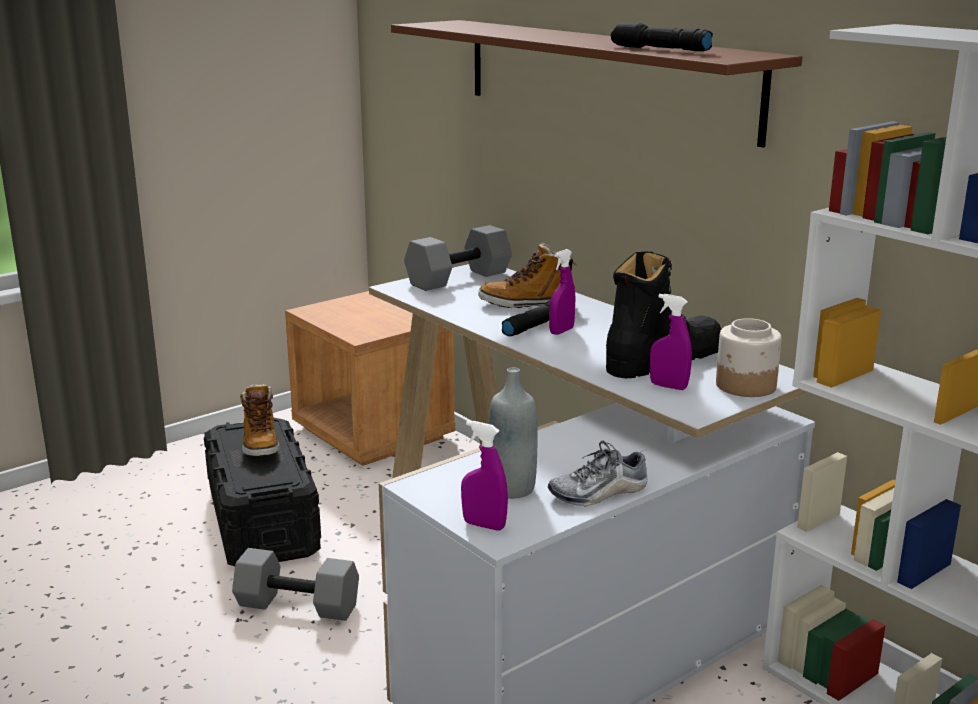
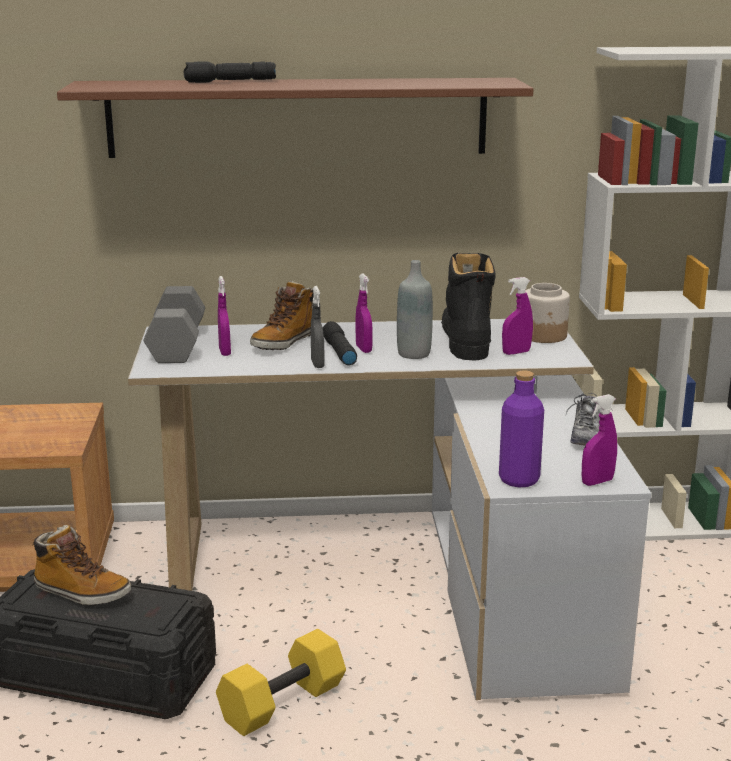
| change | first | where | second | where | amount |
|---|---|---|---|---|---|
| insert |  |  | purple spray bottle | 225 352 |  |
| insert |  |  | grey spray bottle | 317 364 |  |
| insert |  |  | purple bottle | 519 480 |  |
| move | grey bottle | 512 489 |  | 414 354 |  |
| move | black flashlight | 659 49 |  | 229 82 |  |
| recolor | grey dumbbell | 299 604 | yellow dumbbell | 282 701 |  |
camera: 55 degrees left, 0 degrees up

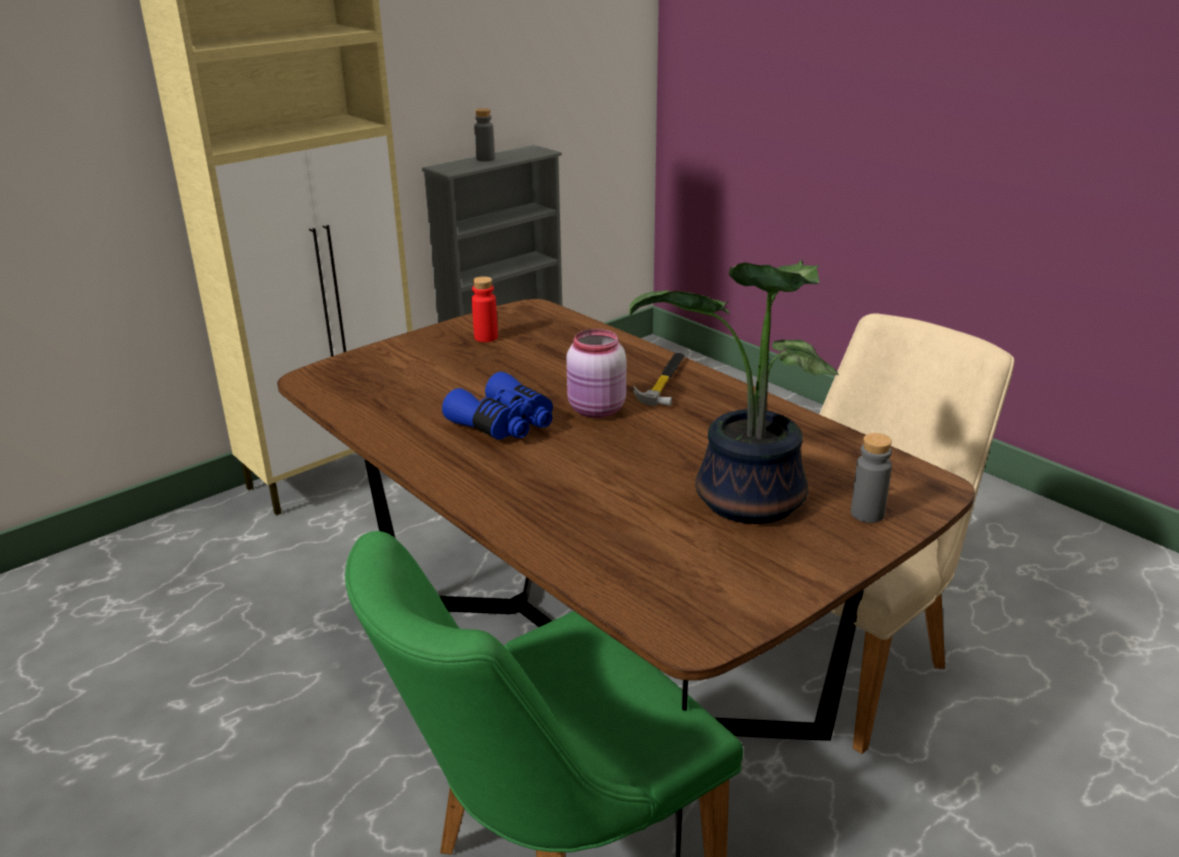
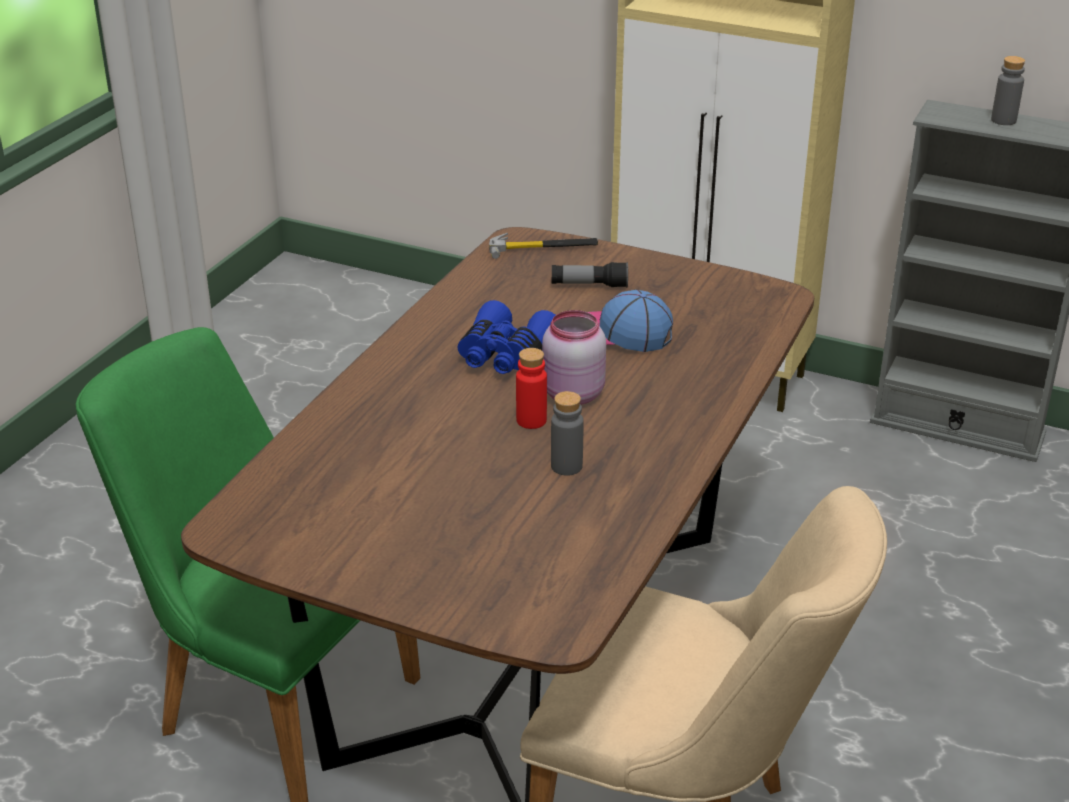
| change | first | where | second | where | amount |
|---|---|---|---|---|---|
| delete | potted plant | 746 502 |  |  |  |
| insert |  |  | flashlight | 589 285 |  |
| insert |  |  | cap | 621 333 |  |
| move | red bottle | 486 337 |  | 531 420 |  |
| move | hammer | 664 381 |  | 543 247 |  |
| move | grey bottle | 867 514 |  | 566 466 |  |
camera: 65 degrees right, 5 degrees up

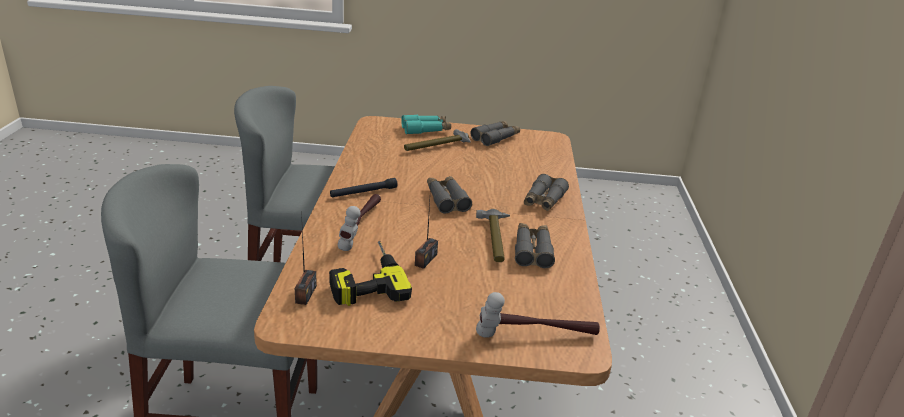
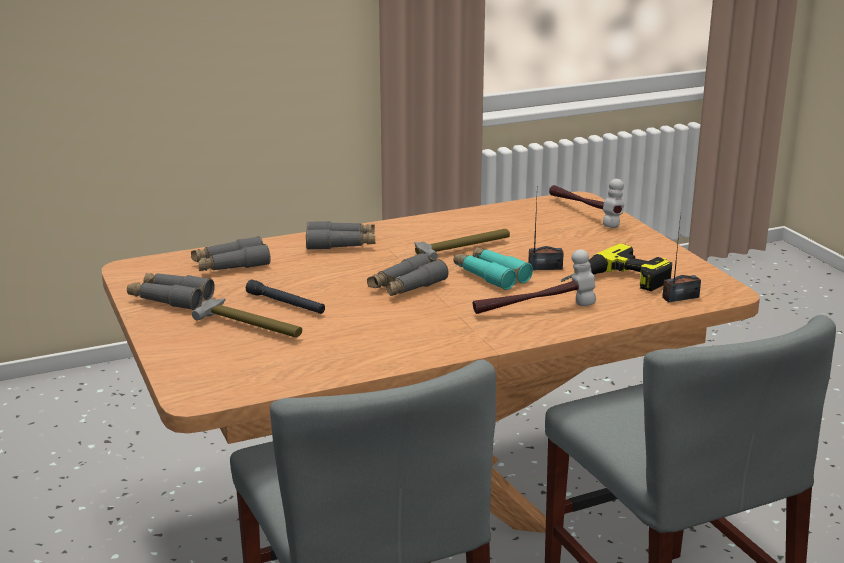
| change | first | where | second | where | amount |
|---|---|---|---|---|---|
| move | black flashlight | 363 192 |  | 286 304 |  |
| move | turquoise binoculars | 426 130 |  | 491 275 |  |
| move | grey binoculars | 532 250 |  | 230 265 |  |
camera: 115 degrees left, 5 degrees down

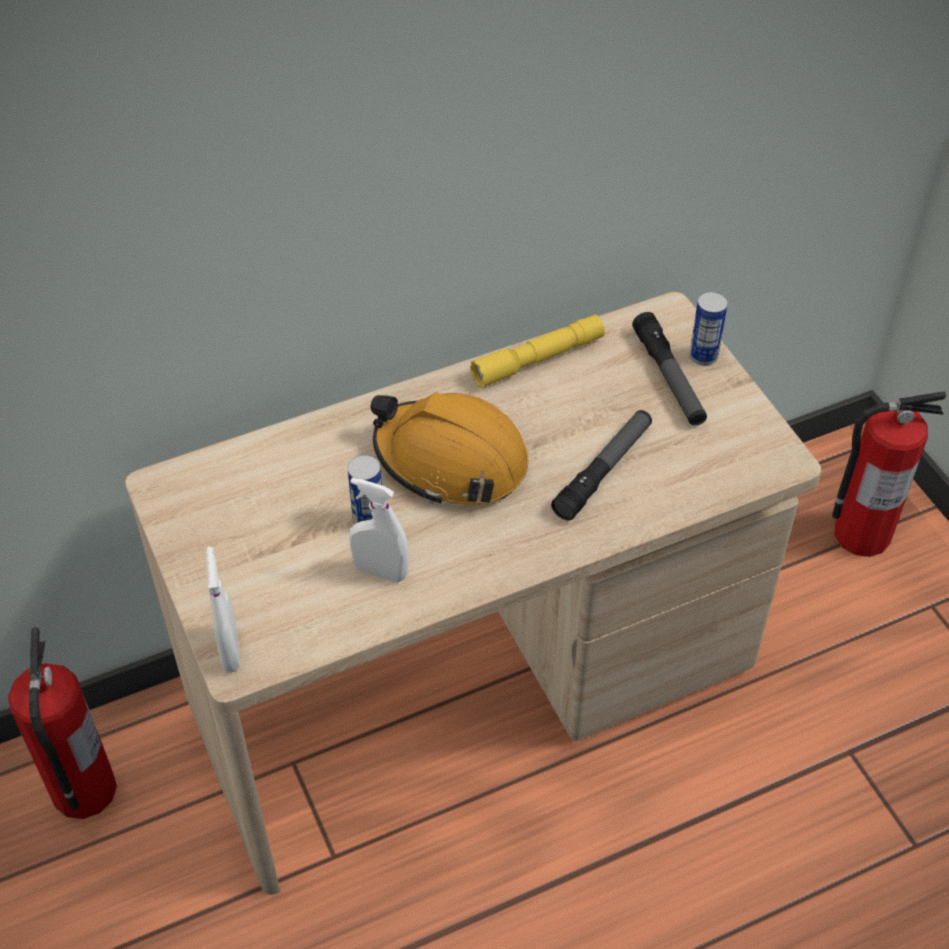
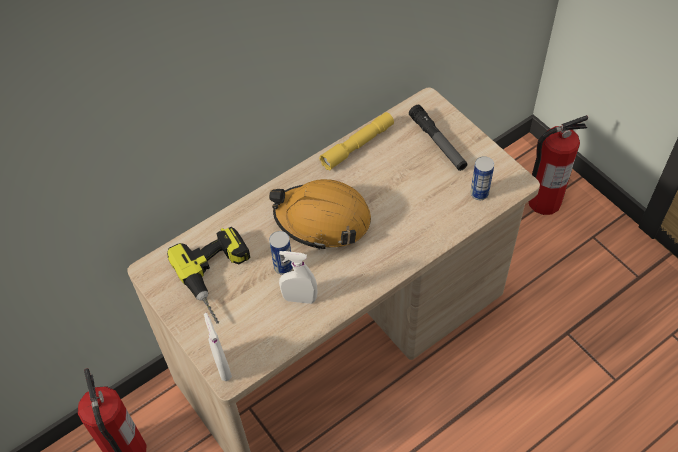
| change | first | where | second | where | amount |
|---|---|---|---|---|---|
| delete | flashlight | 603 470 |  |  |  |
| insert |  |  | power drill | 220 278 |  |
| move | can | 703 356 |  | 479 193 |  |
camera: 10 degrees left, 5 degrees up

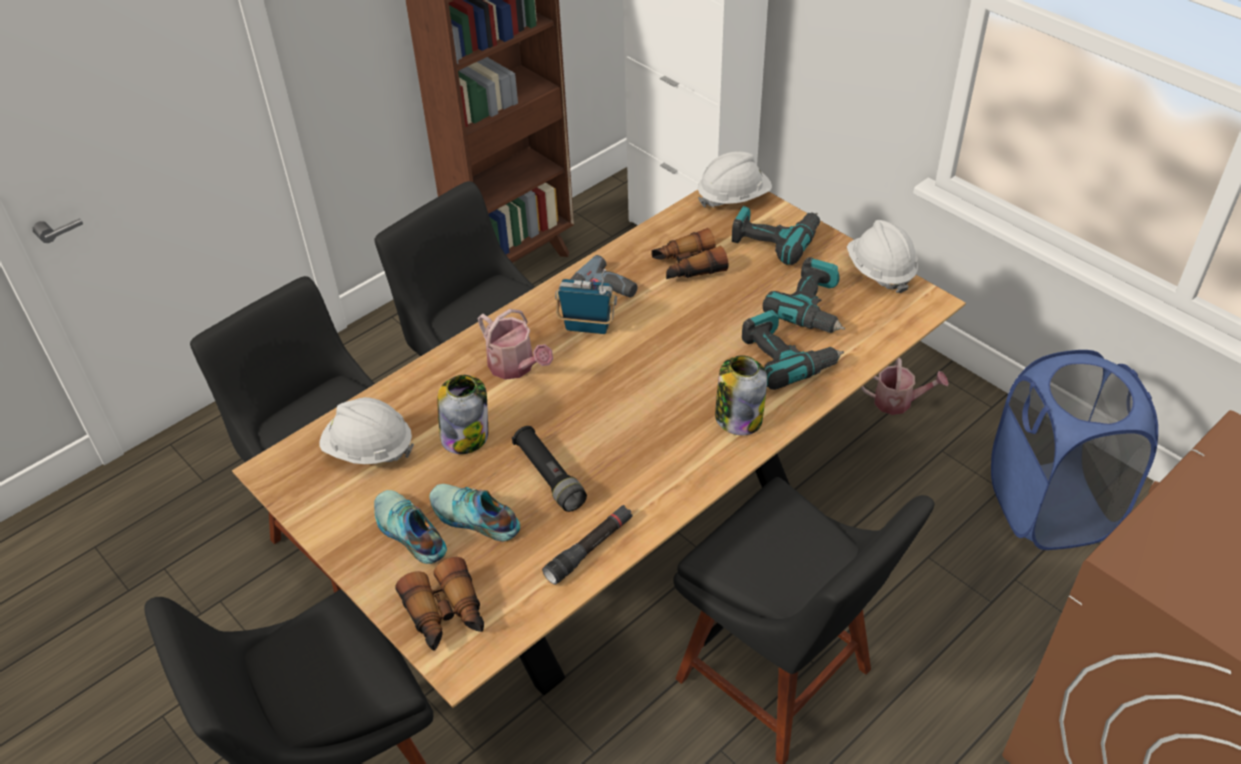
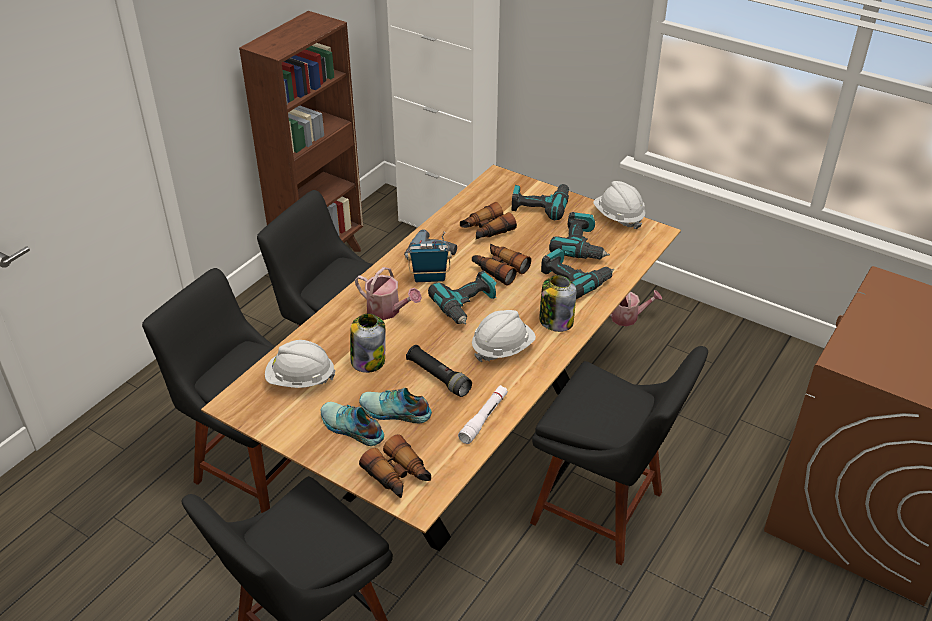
| change | first | where | second | where | amount |
|---|---|---|---|---|---|
| delete | blue laundry basket | 1049 507 |  |  |  |
| insert |  |  | power drill | 467 306 |  |
| insert |  |  | binoculars | 499 269 |  |
| move | white hard hat | 733 198 |  | 502 348 |  |
| recolor | black flashlight | 589 549 | white flashlight | 484 418 |  |
camera: 15 degrees left, 5 degrees down

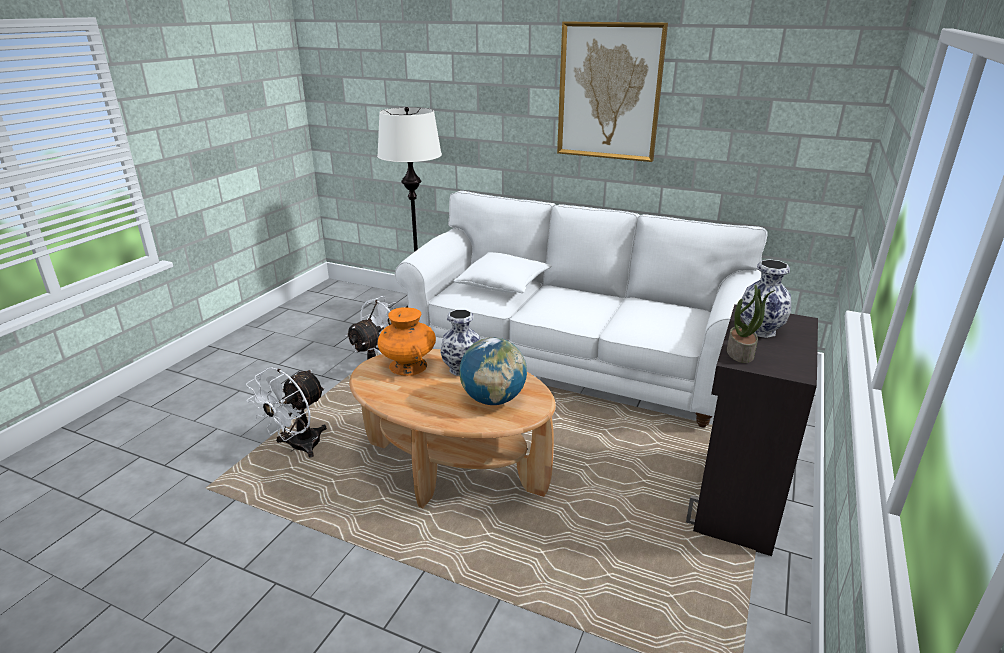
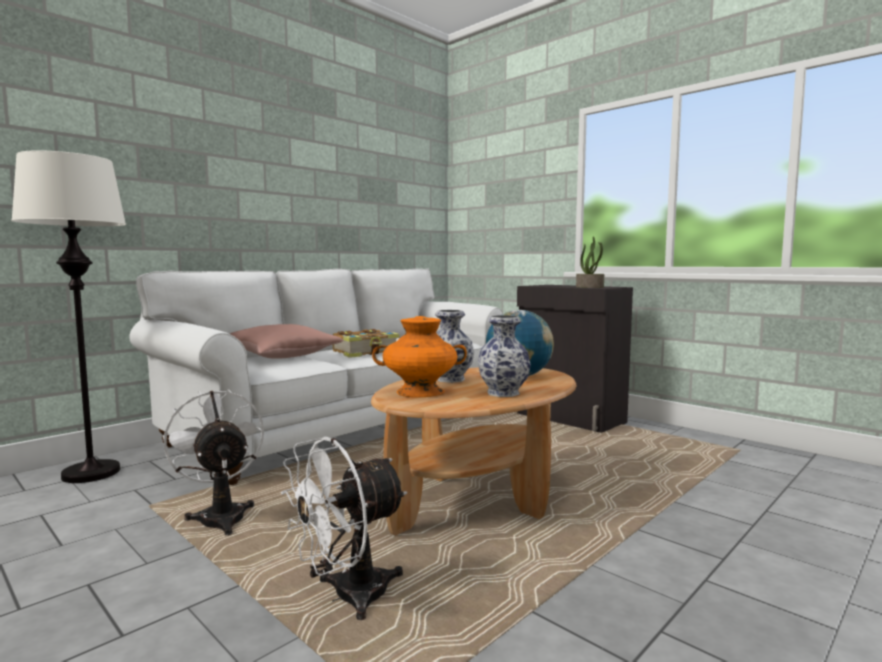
| change | first | where | second | where | amount |
|---|---|---|---|---|---|
| delete | picture | 609 92 |  |  |  |
| insert |  |  | book | 366 353 |  |
| move | vase | 759 330 |  | 503 393 |  |
| recolor | white pillow | 504 285 | pink pillow | 282 356 |  |
| rotate | white fan | 298 447 |  | 347 597 | 90 degrees clockwise |
camera: 70 degrees left, 20 degrees down

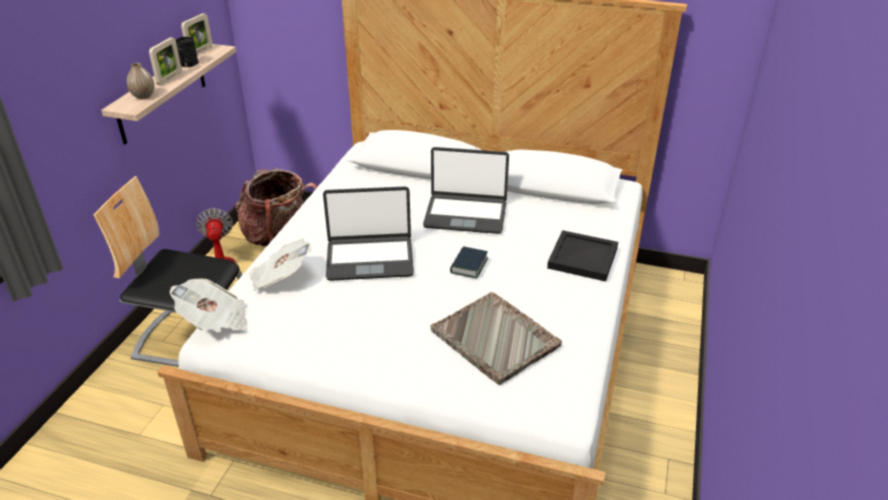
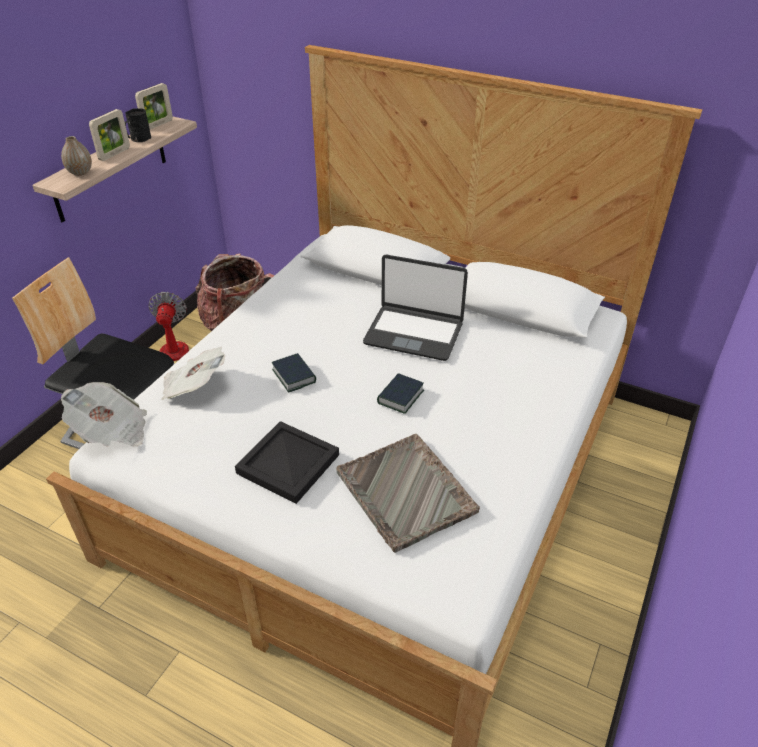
| change | first | where | second | where | amount |
|---|---|---|---|---|---|
| move | black tray | 583 259 |  | 288 465 |  |
| replace | laptop | 370 259 | book | 294 376 |  |
camera: 10 degrees right, 5 degrees up

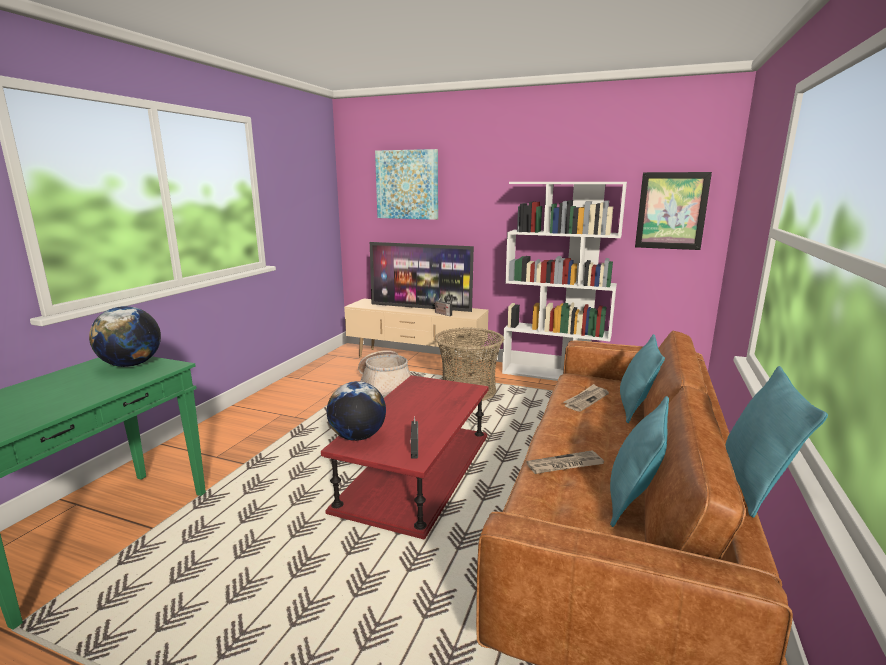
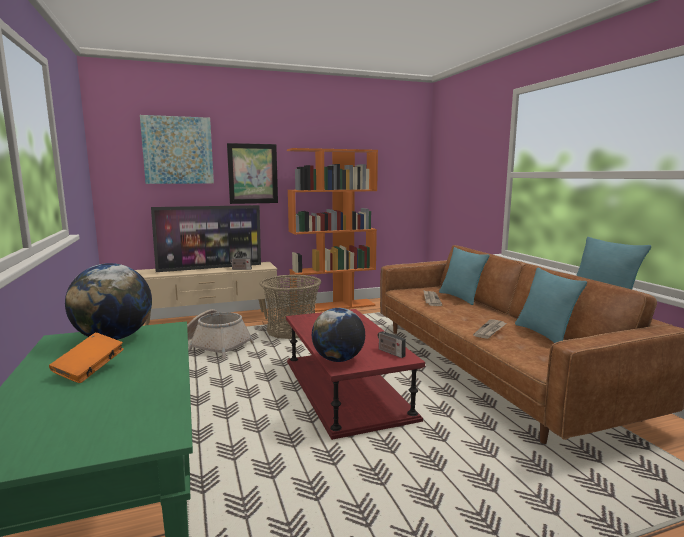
| change | first | where | second | where | amount |
|---|---|---|---|---|---|
| insert |  |  | orange book | 89 370 |  |
| move | picture | 671 211 |  | 253 173 |  |
| recolor | white bookcase | 554 375 | orange bookcase | 333 306 |  |
camera: 40 degrees left, 5 degrees down

